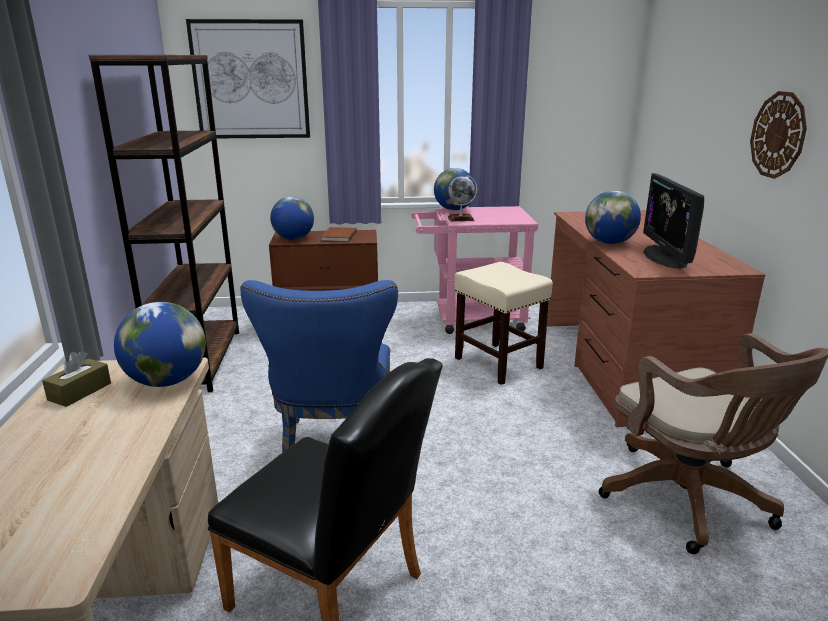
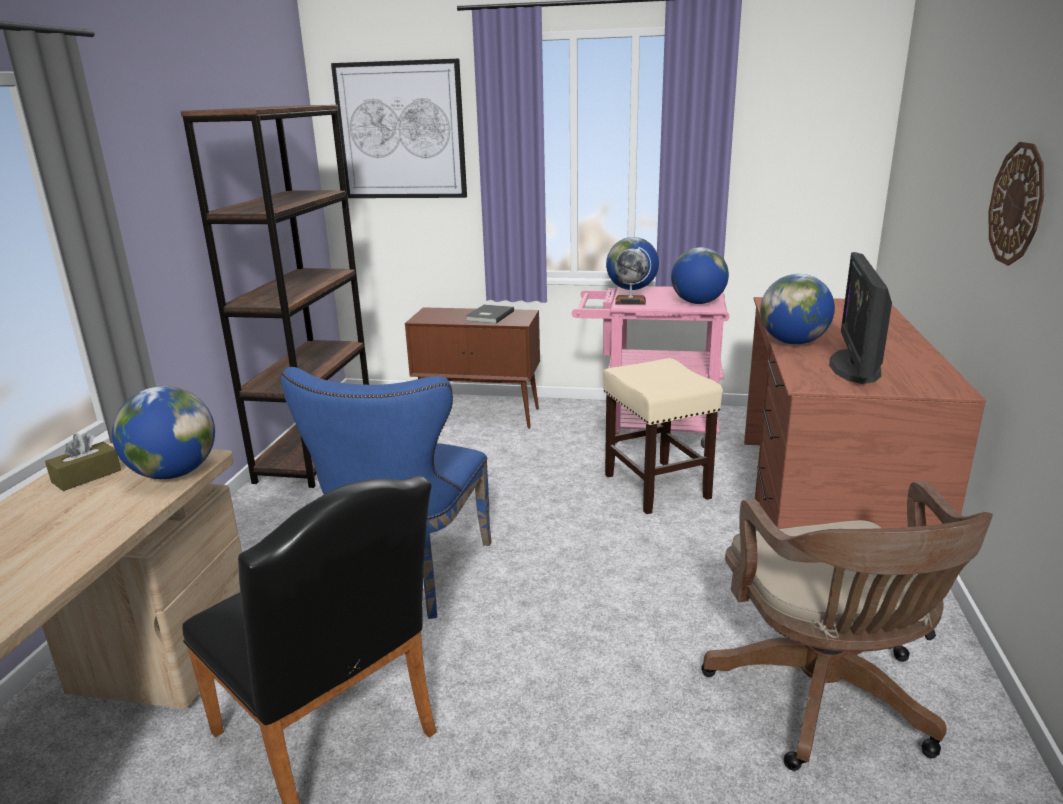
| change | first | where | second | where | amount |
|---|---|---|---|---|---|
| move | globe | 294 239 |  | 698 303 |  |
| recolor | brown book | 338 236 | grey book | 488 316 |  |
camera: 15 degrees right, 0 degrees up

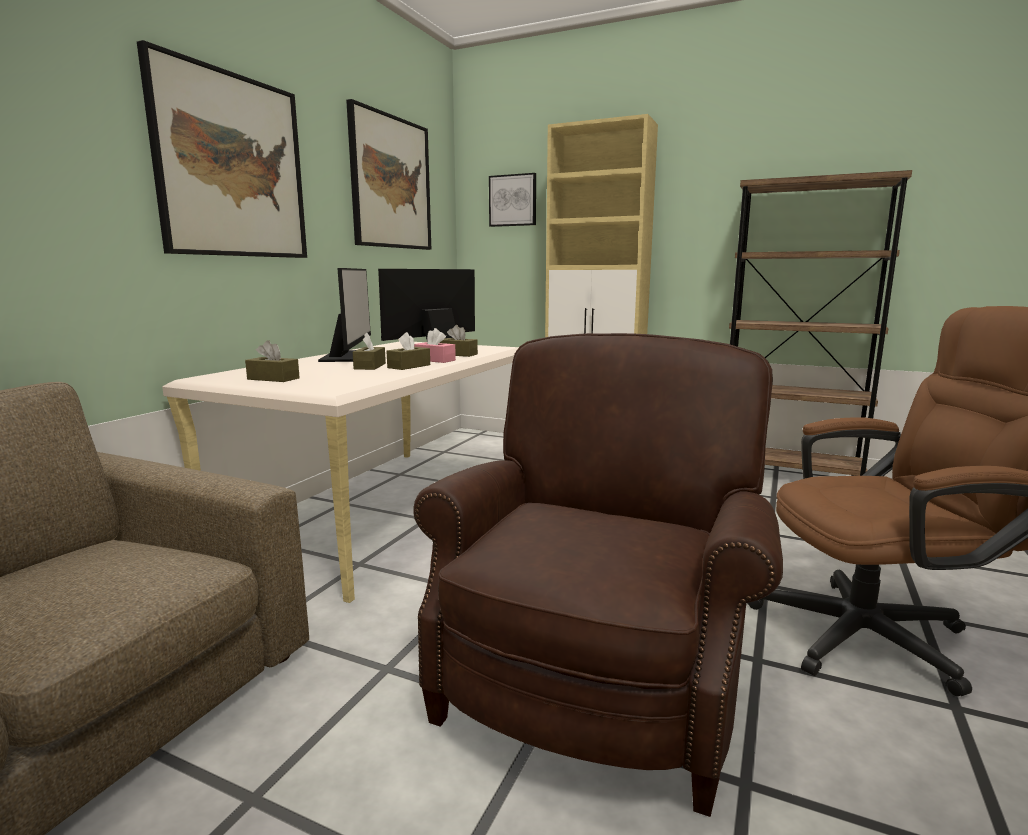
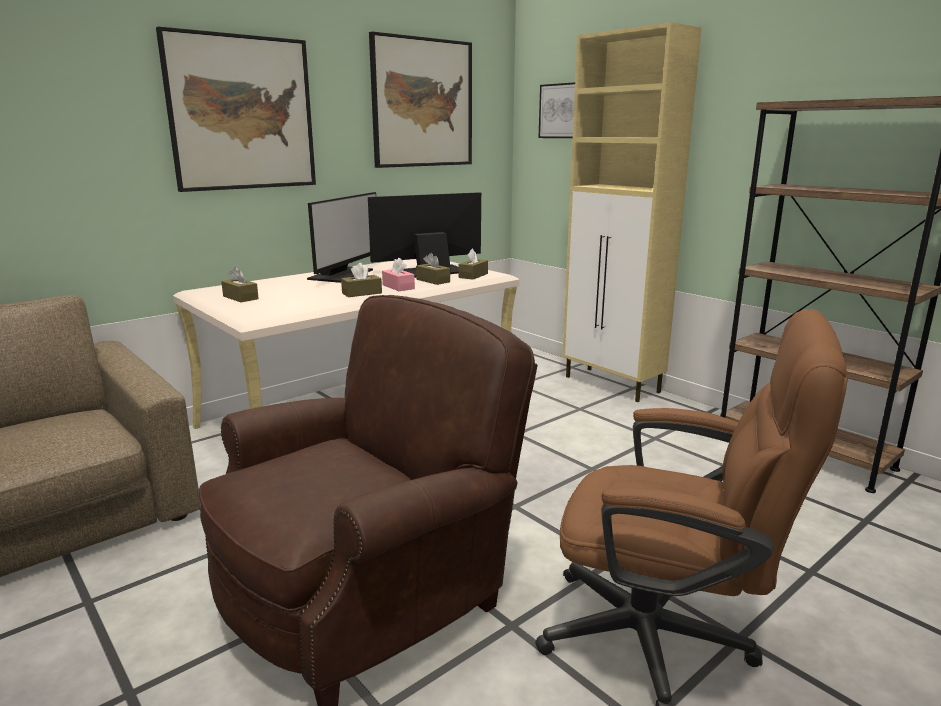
| change | first | where | second | where | amount |
|---|---|---|---|---|---|
| move | brown tissue box | 370 366 |  | 473 275 |  |
camera: 25 degrees right, 5 degrees up

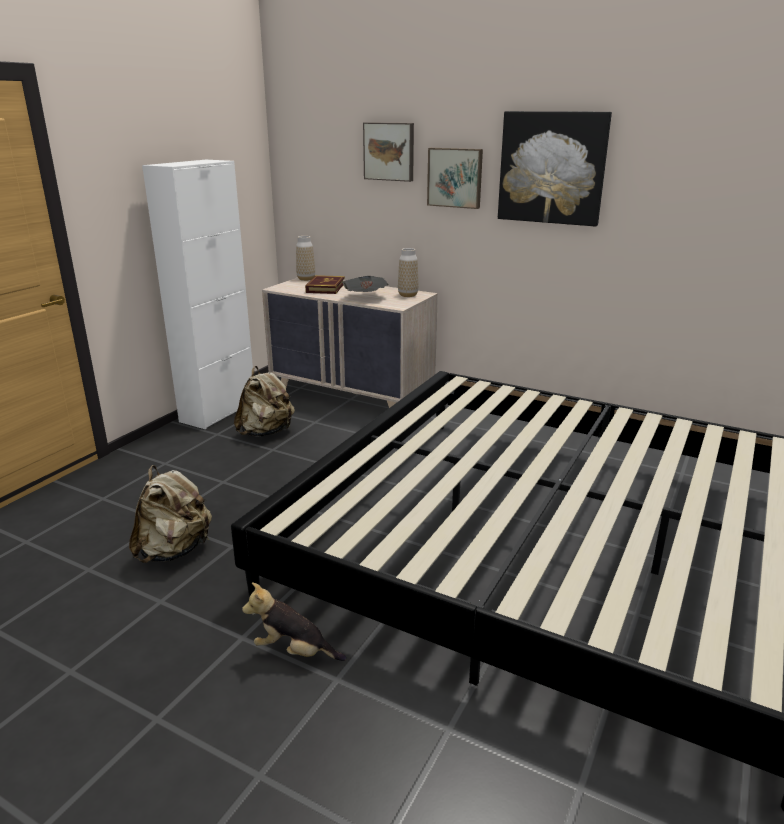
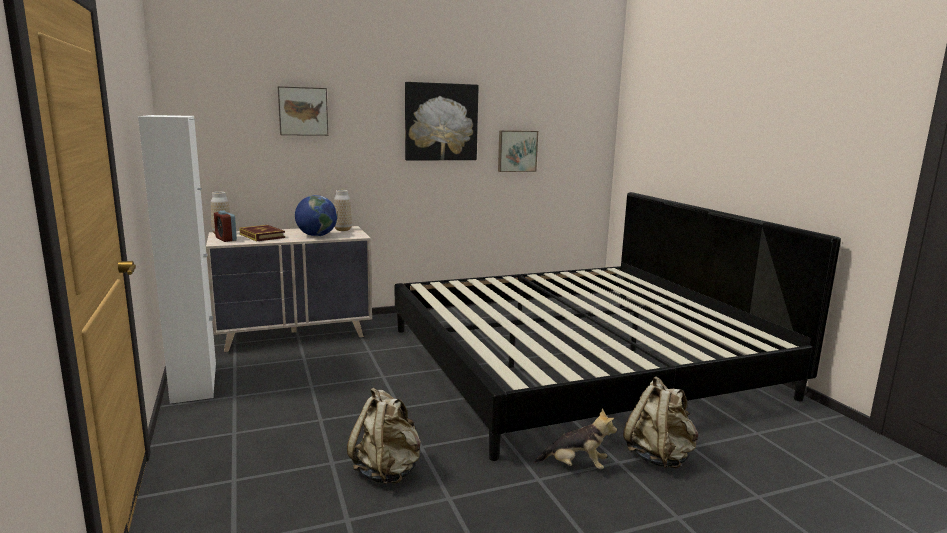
| change | first | where | second | where | amount |
|---|---|---|---|---|---|
| insert |  |  | alarm clock | 226 239 |  |
| move | beige backpack | 266 432 |  | 659 457 |  |
| move | picture | 455 177 |  | 517 151 |  |
| replace | newspaper | 365 297 | globe | 316 236 |  |
| rotate | plush toy | 294 651 |  | 576 466 | 135 degrees counterclockwise |
camera: 50 degrees left, 10 degrees down

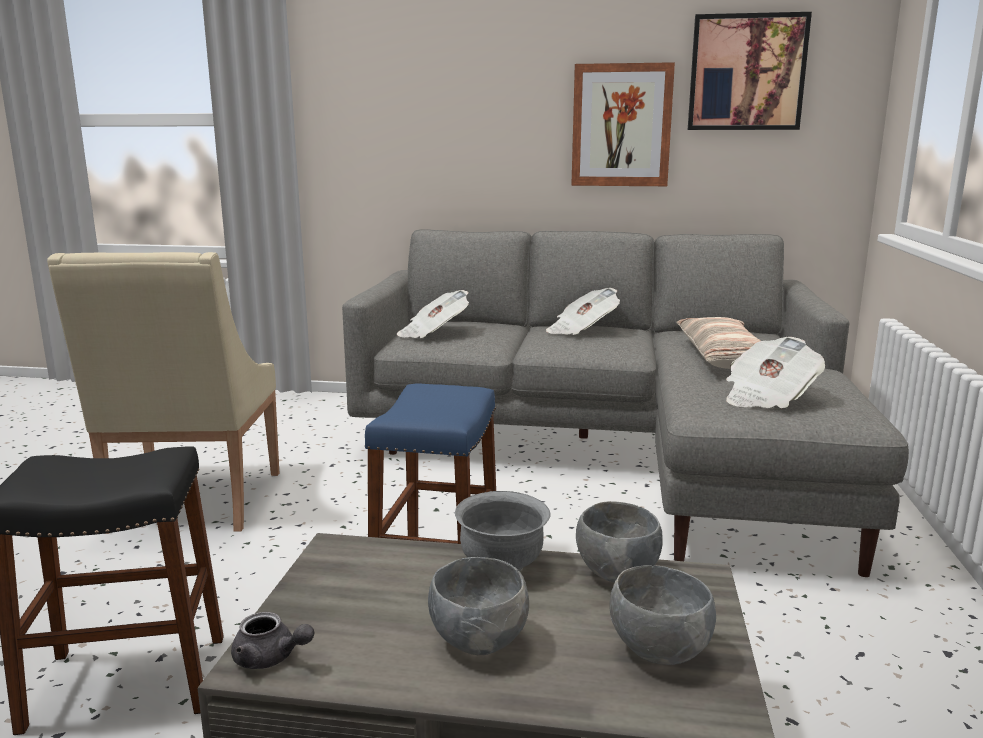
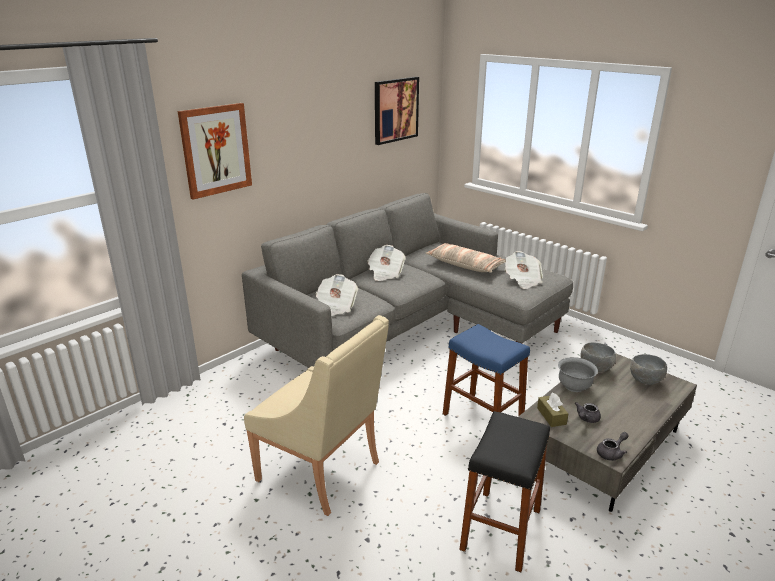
| change | first | where | second | where | amount |
|---|---|---|---|---|---|
| delete | grey bowl | 478 641 |  |  |  |
| insert |  |  | brown tissue box | 551 416 |  |
| insert |  |  | grey teapot | 586 419 |  |
| move | picture | 621 126 |  | 215 150 |  |
camera: 55 degrees left, 10 degrees up

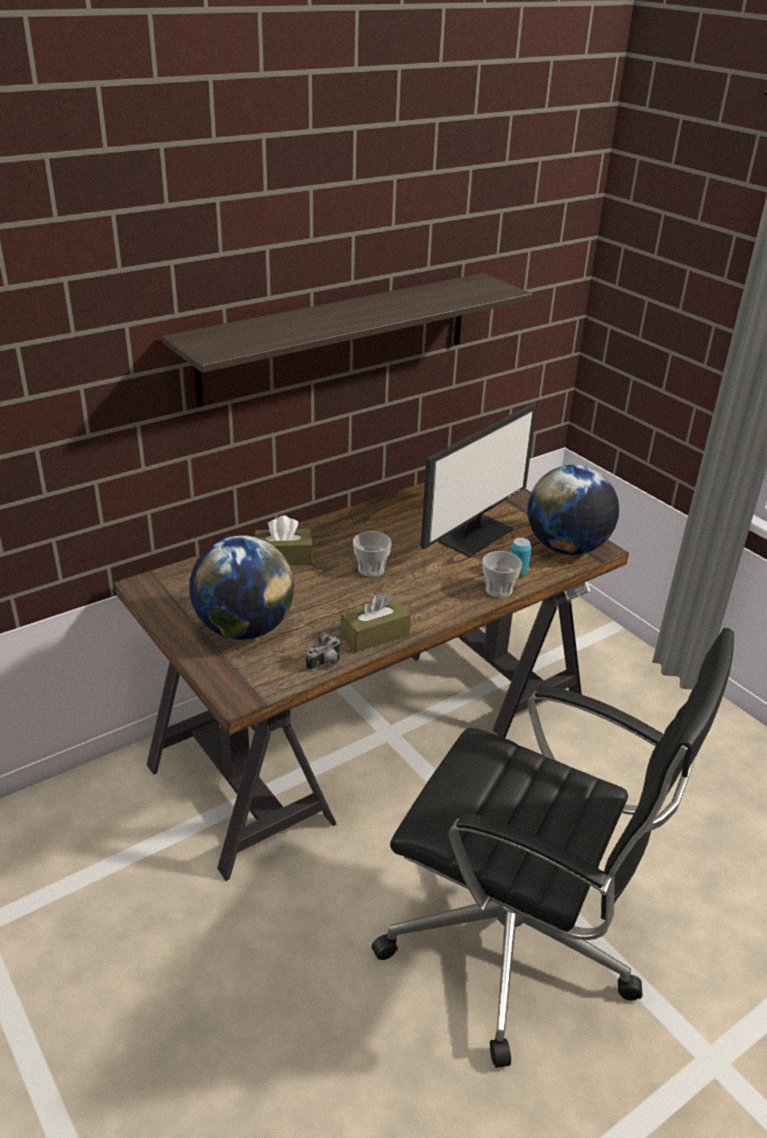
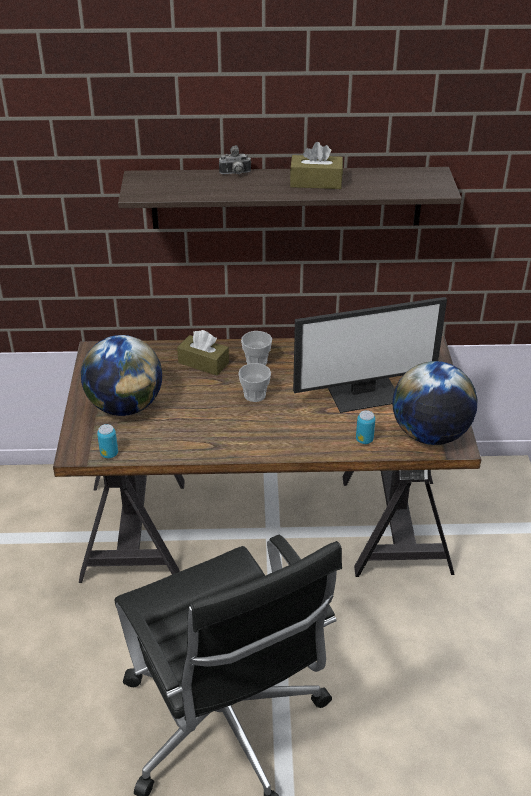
| change | first | where | second | where | amount |
|---|---|---|---|---|---|
| insert |  |  | can | 109 454 |  |
| move | photo camera | 325 663 |  | 235 174 |  |
| move | brown tissue box | 375 635 |  | 316 182 |  |
| move | cup | 498 590 |  | 256 361 |  |
camera: 35 degrees right, 5 degrees up

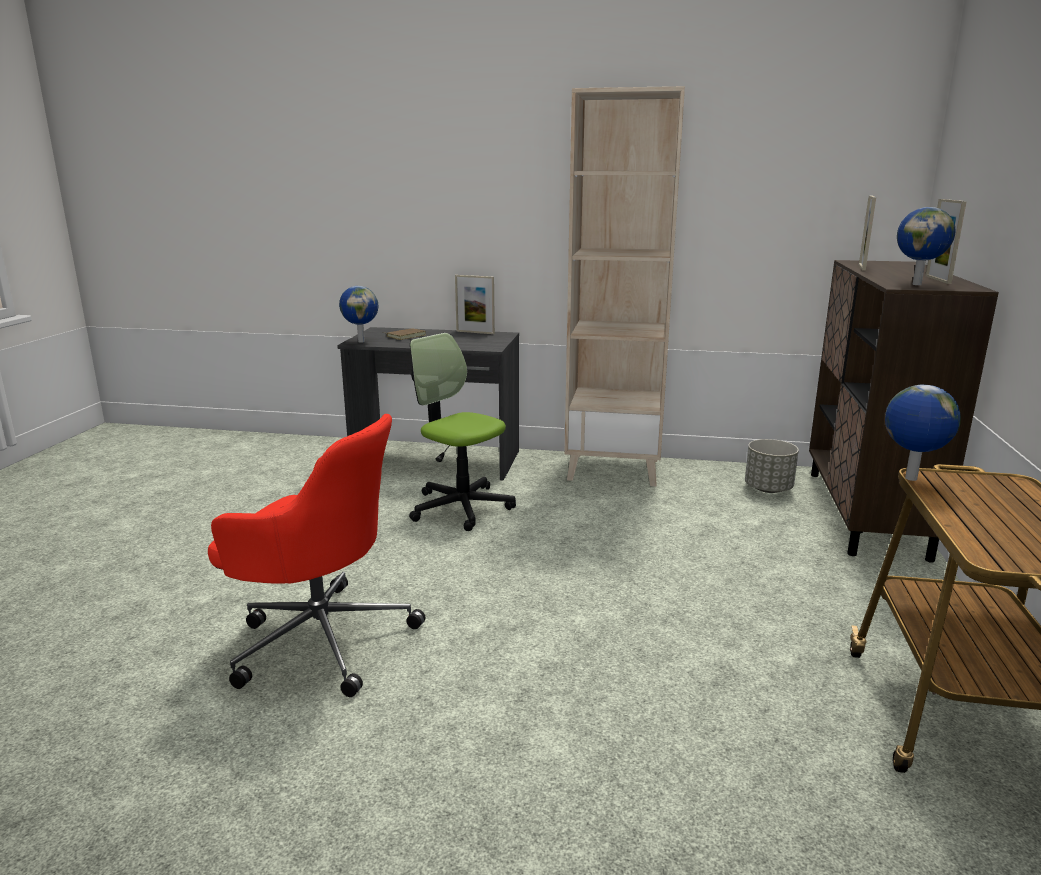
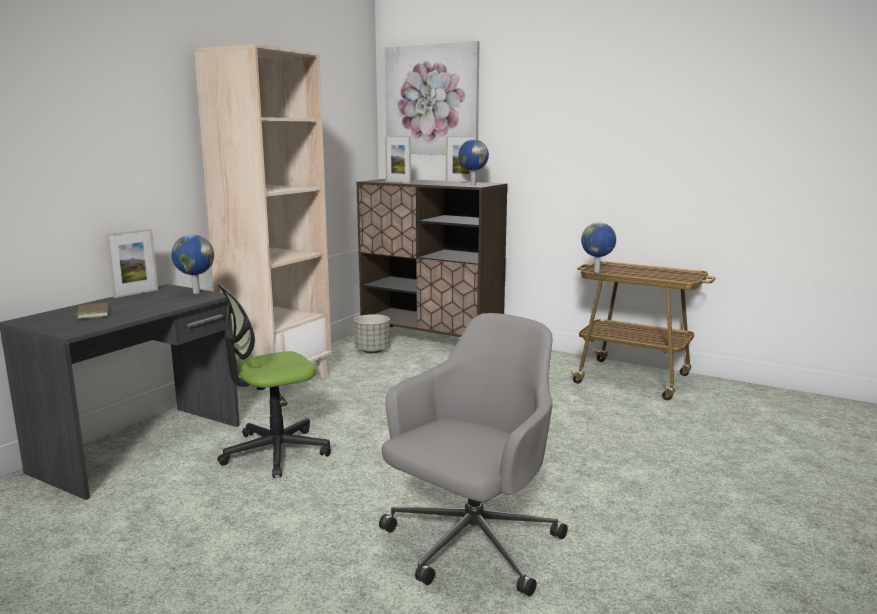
| change | first | where | second | where | amount |
|---|---|---|---|---|---|
| insert |  |  | picture | 432 100 |  |
| move | globe | 361 341 |  | 195 292 |  |
| recolor | red office chair | 321 638 | grey office chair | 470 545 |  |
camera: 70 degrees left, 5 degrees down

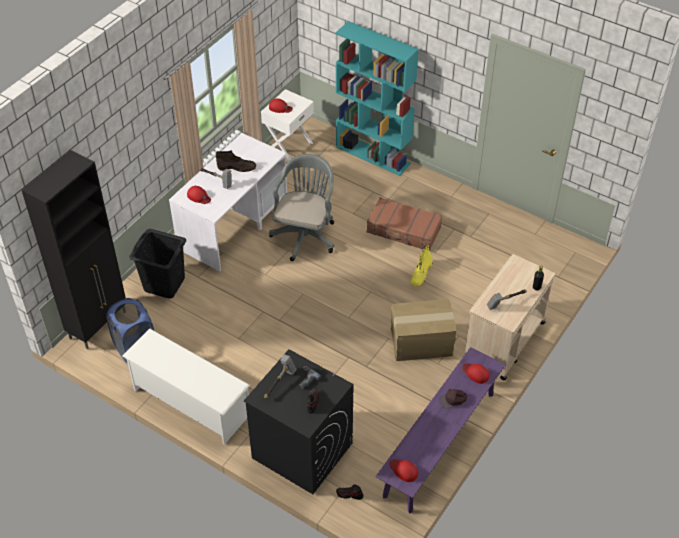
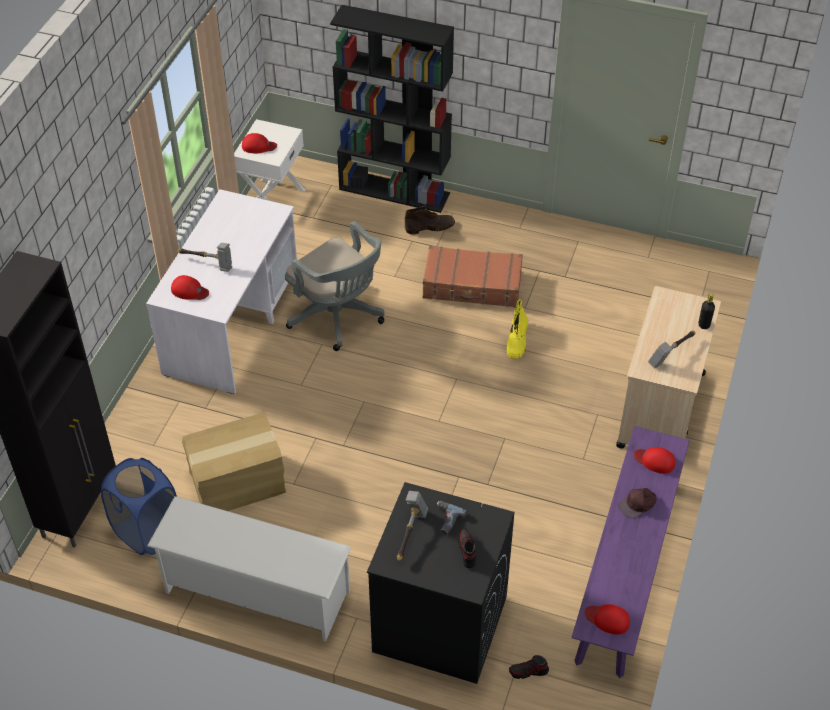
| change | first | where | second | where | amount |
|---|---|---|---|---|---|
| delete | black laundry basket | 164 284 |  |  |  |
| move | brown boot | 237 167 |  | 430 227 |  |
| move | cardboard box | 421 343 |  | 237 483 |  |
| recolor | turquoise bookcase | 373 155 | black bookcase | 395 191 |  |
| rotate | grey office chair | 305 234 |  | 338 317 | 135 degrees clockwise |
camera: 15 degrees left, 0 degrees up

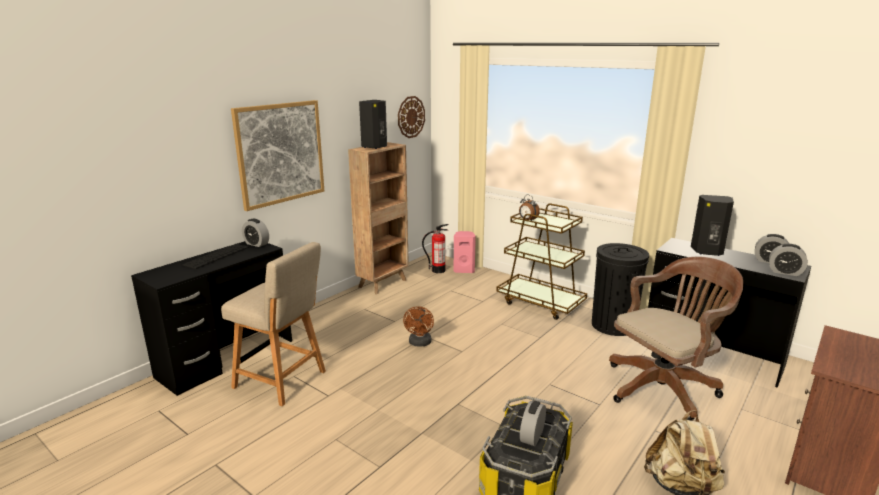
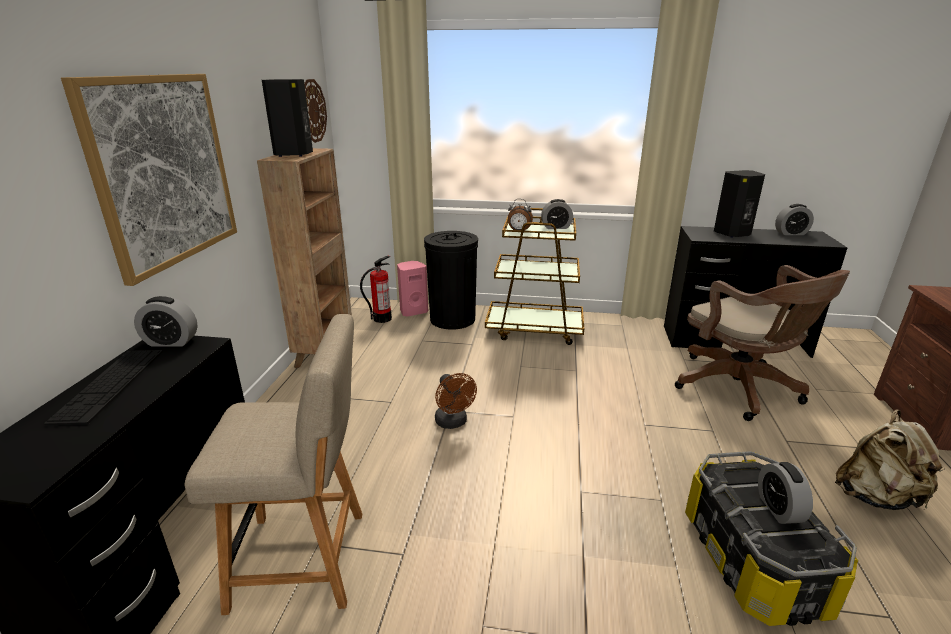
| change | first | where | second | where | amount |
|---|---|---|---|---|---|
| move | black trash can | 613 325 |  | 452 319 |  |
| move | alarm clock | 785 272 |  | 556 227 |  |
| rotate | brown office chair | 664 387 |  | 740 389 | 120 degrees clockwise |
camera: 30 degrees left, 5 degrees up

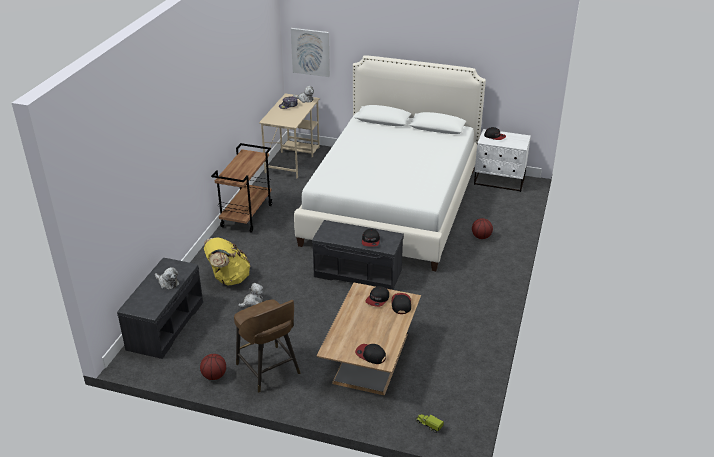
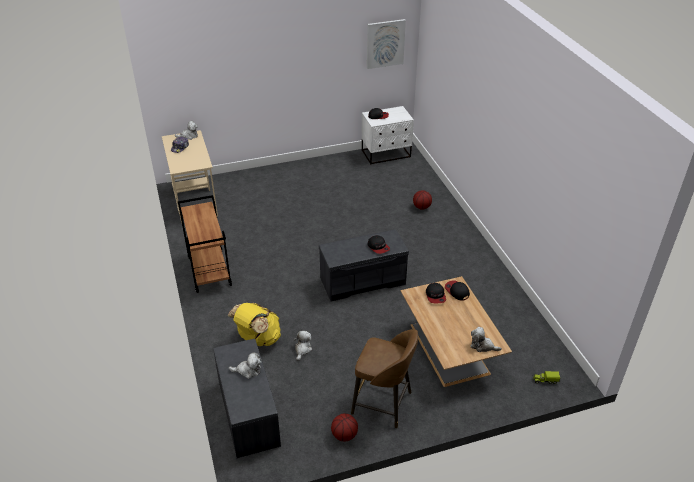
| change | first | where | second | where | amount |
|---|---|---|---|---|---|
| delete | white bed | 392 205 |  |  |  |
| move | picture | 310 52 |  | 385 43 |  |
| replace | cap | 370 355 | plush toy | 482 346 |  |
camera: 35 degrees left, 5 degrees up

